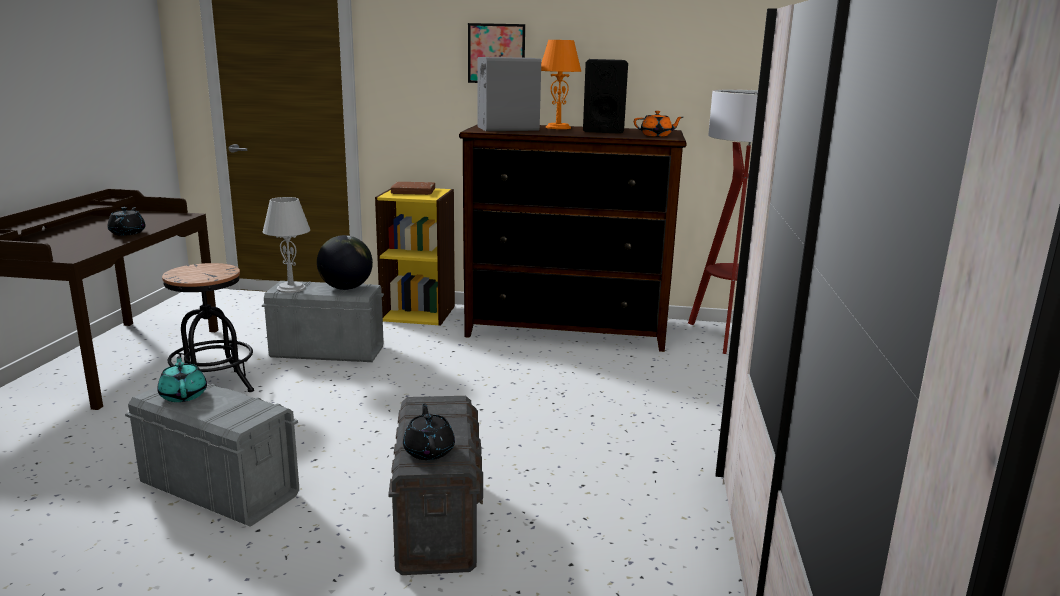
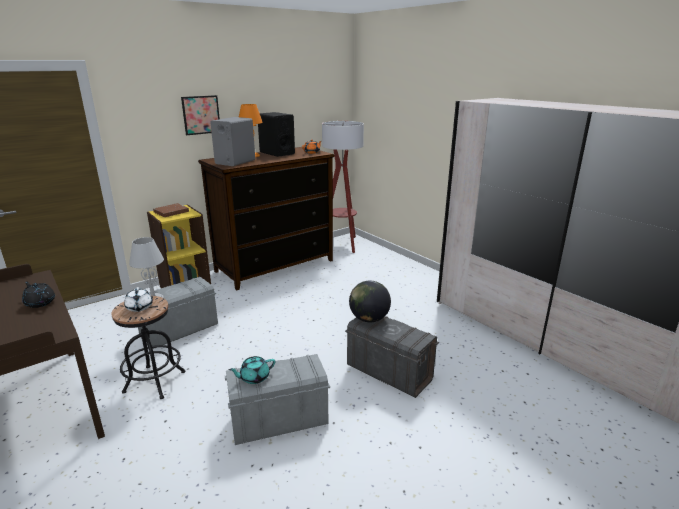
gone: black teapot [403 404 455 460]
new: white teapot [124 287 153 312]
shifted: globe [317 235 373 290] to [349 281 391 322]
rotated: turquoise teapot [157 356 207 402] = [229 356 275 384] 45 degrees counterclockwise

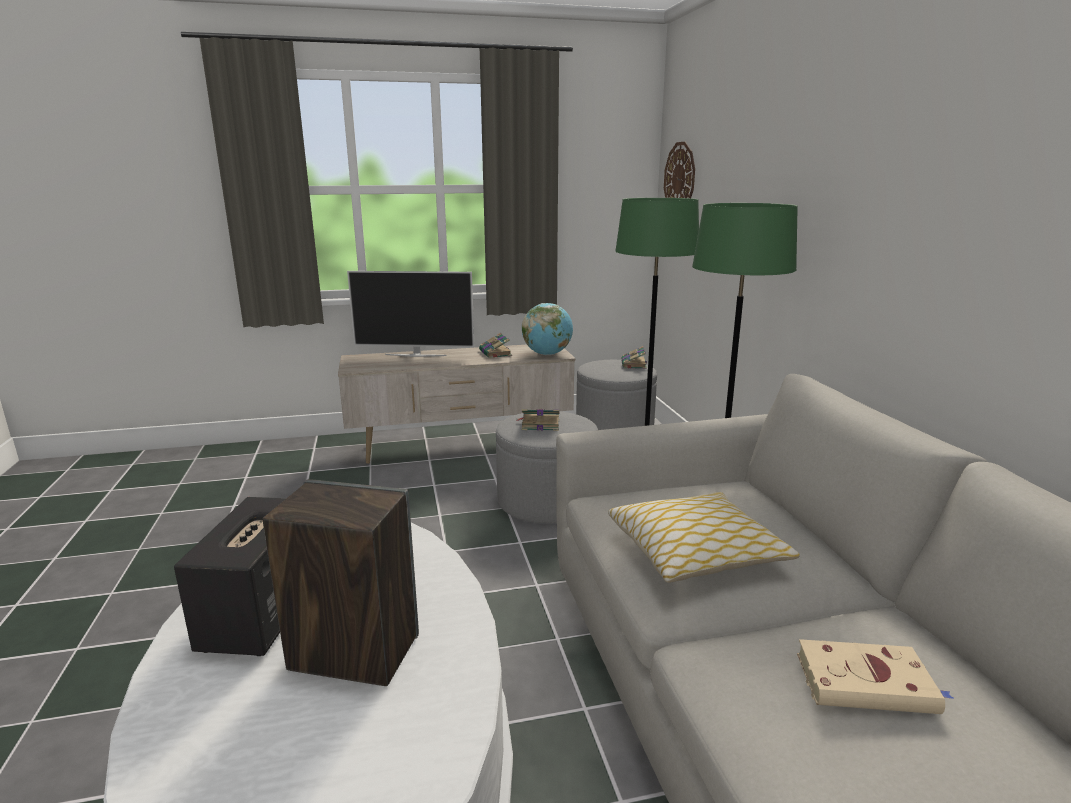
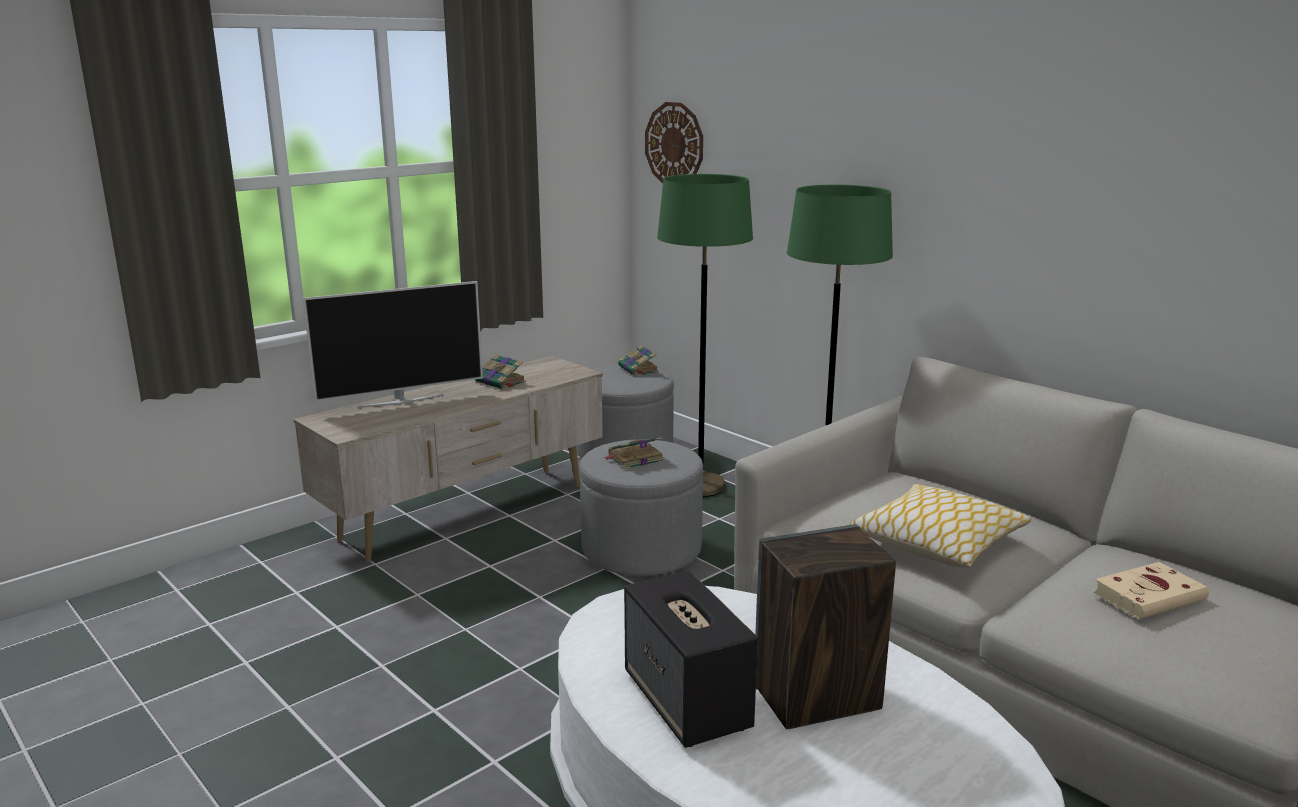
gone: globe [522 303 573 355]

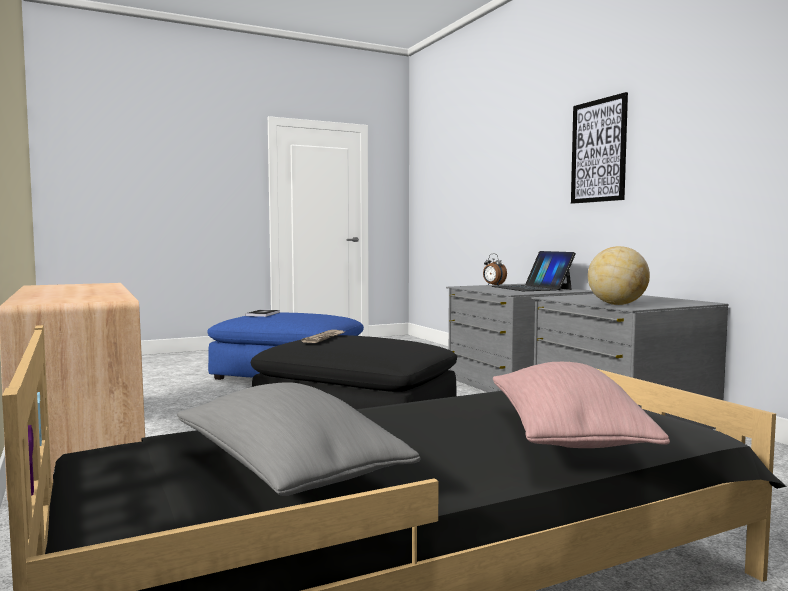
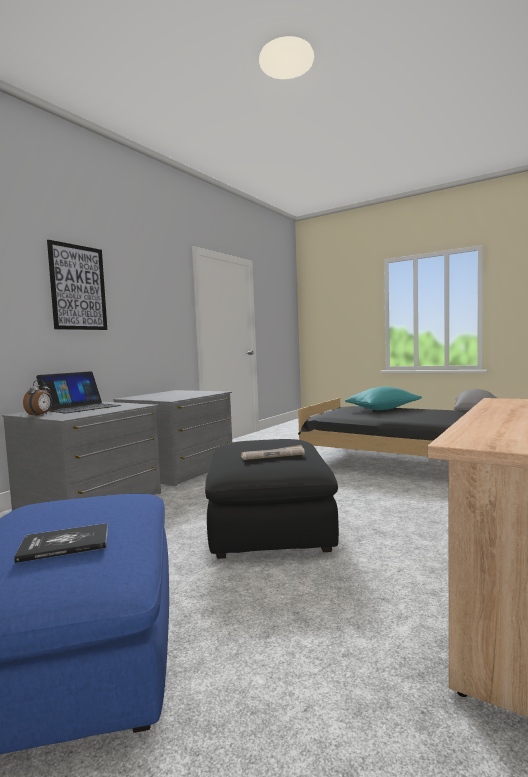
gone: globe [588 246 650 305]
repainted: pink pillow [493 362 670 448] to turquoise pillow [345 387 422 410]

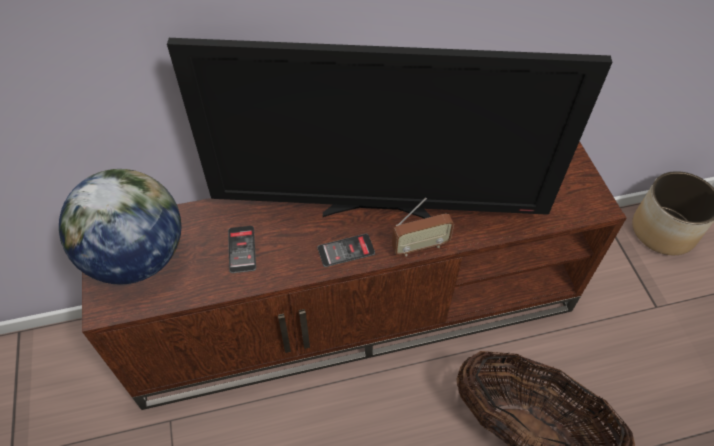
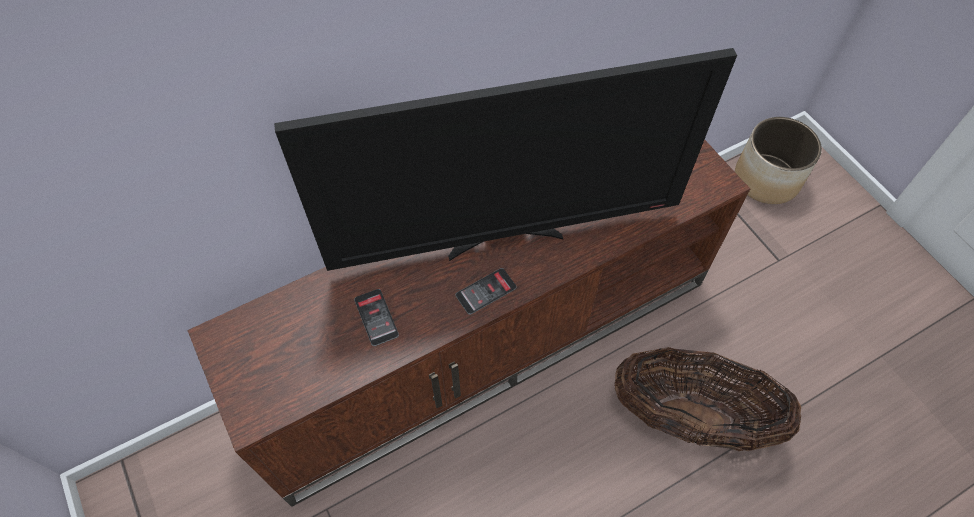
gone: globe [59 169 181 284]; radio [392 198 454 256]

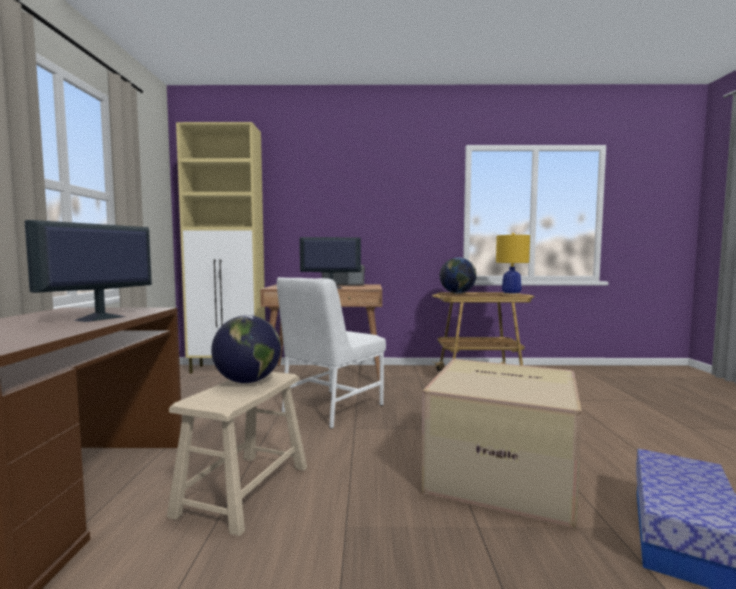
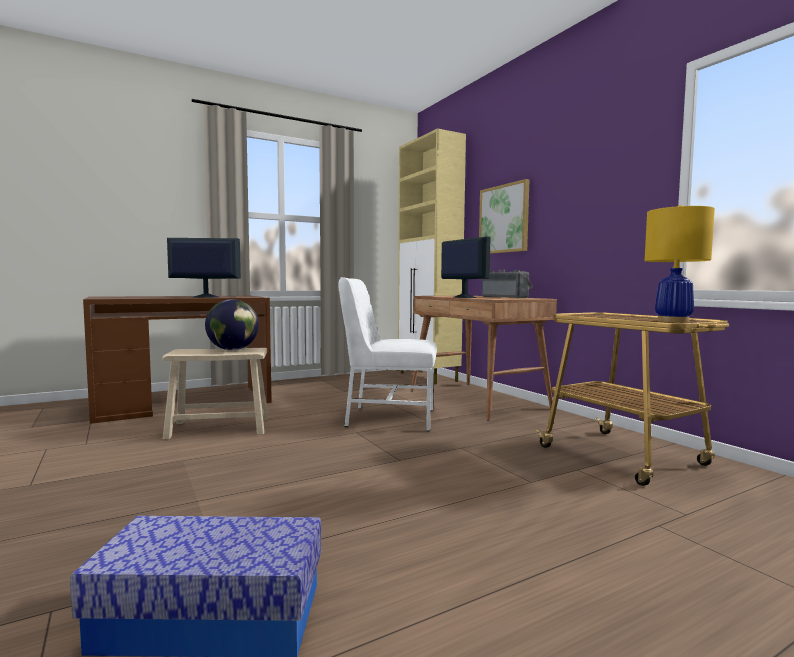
gone: cardboard box [421 359 582 529]; globe [440 257 477 293]
new: picture [479 179 529 254]

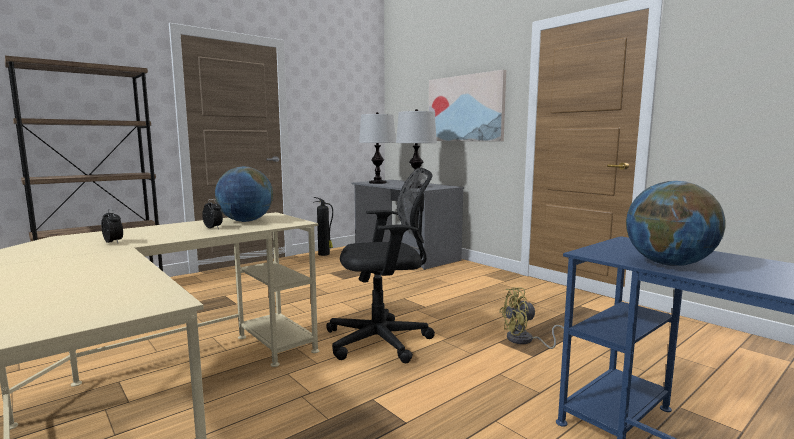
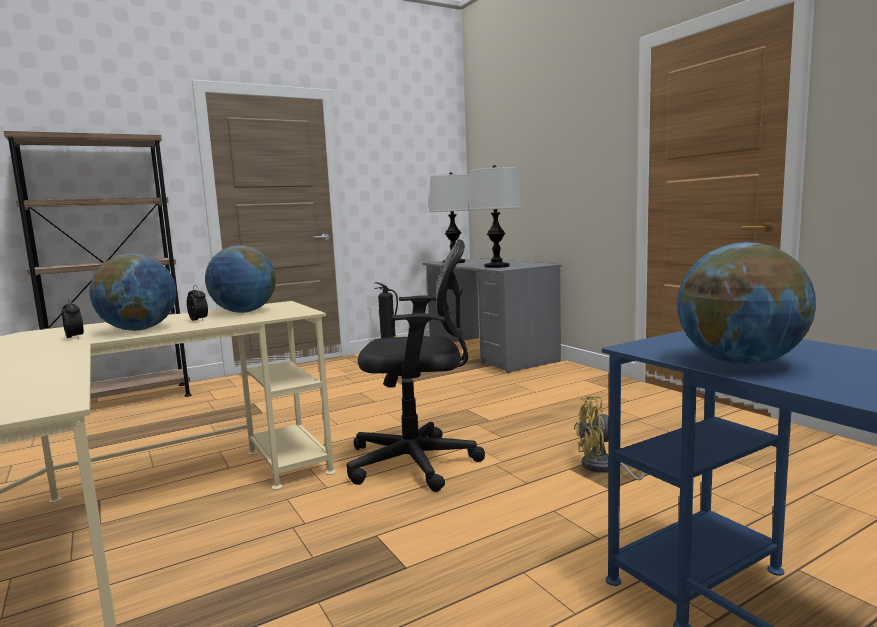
gone: picture [429 70 506 141]
new: globe [90 254 176 331]

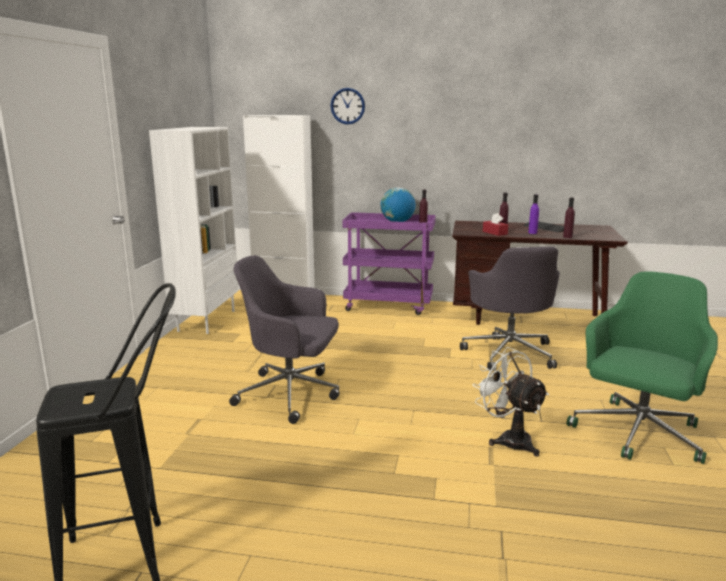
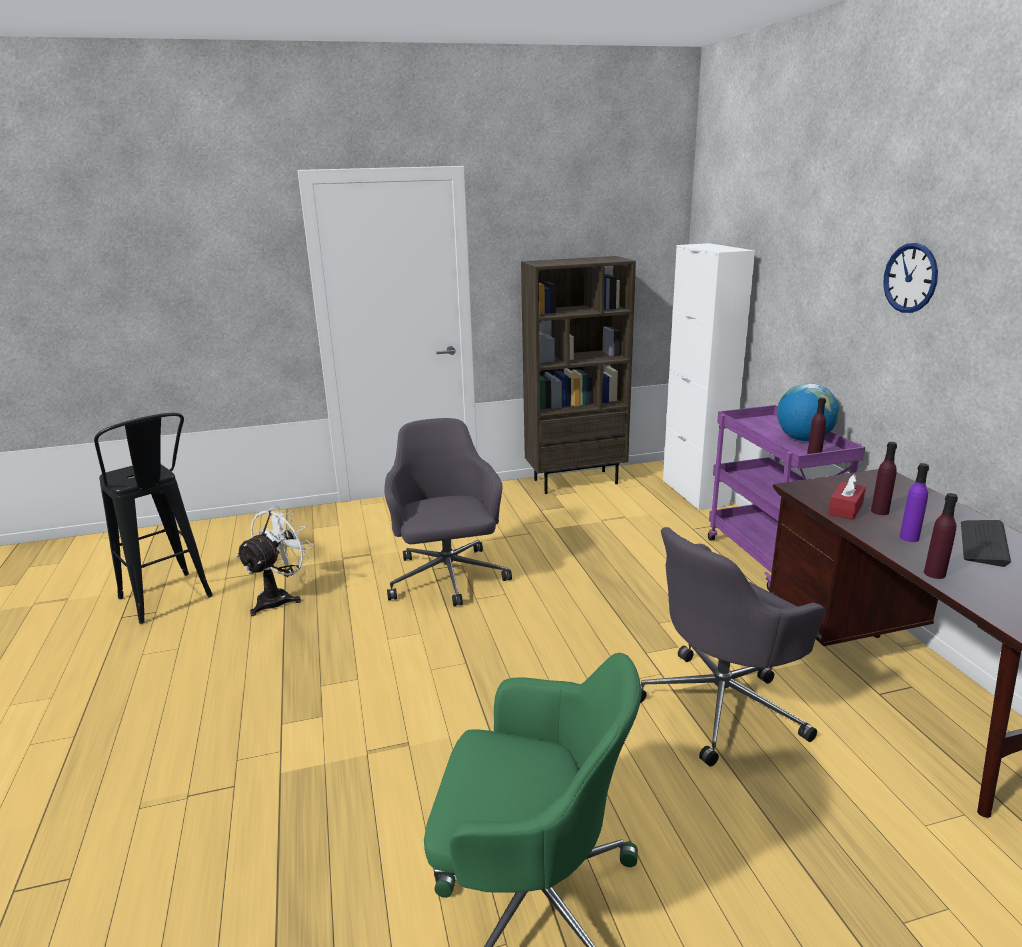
shifted: wall clock [330 88 365 125] to [883 243 938 313]; white fan [472 347 549 457] to [235 506 313 616]
repainted: white bookcase [149 127 239 334] to brown bookcase [521 256 636 494]

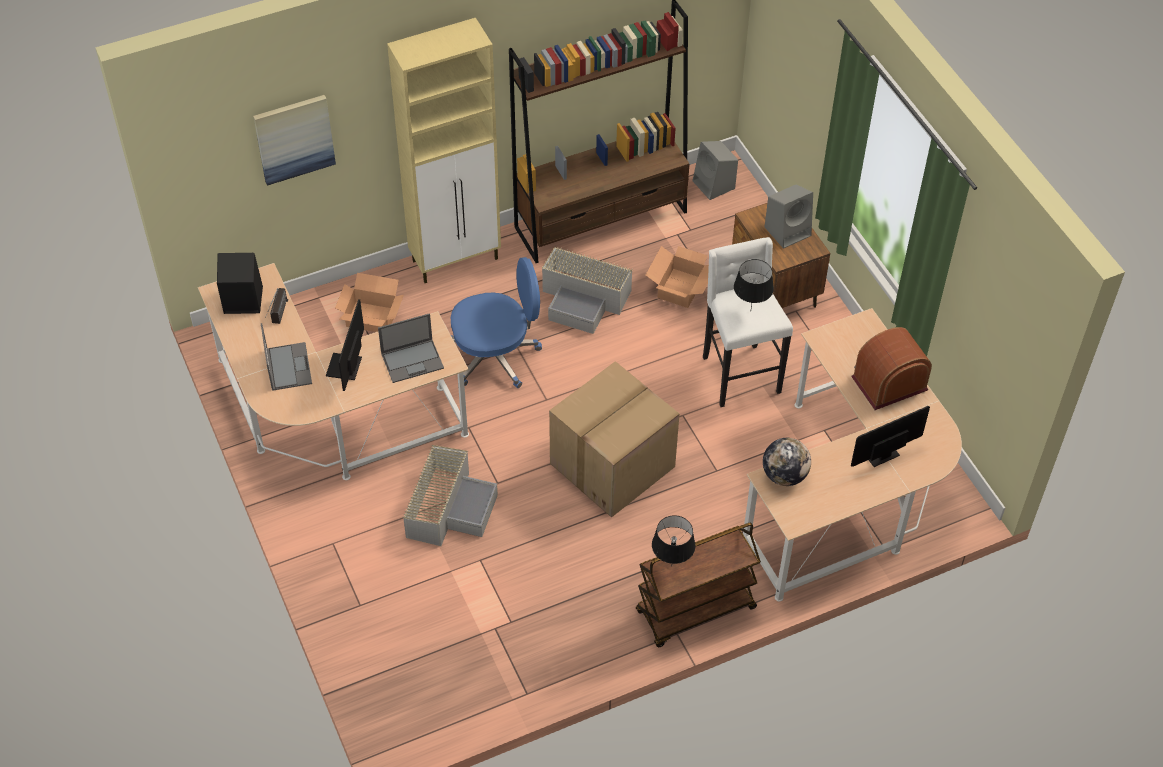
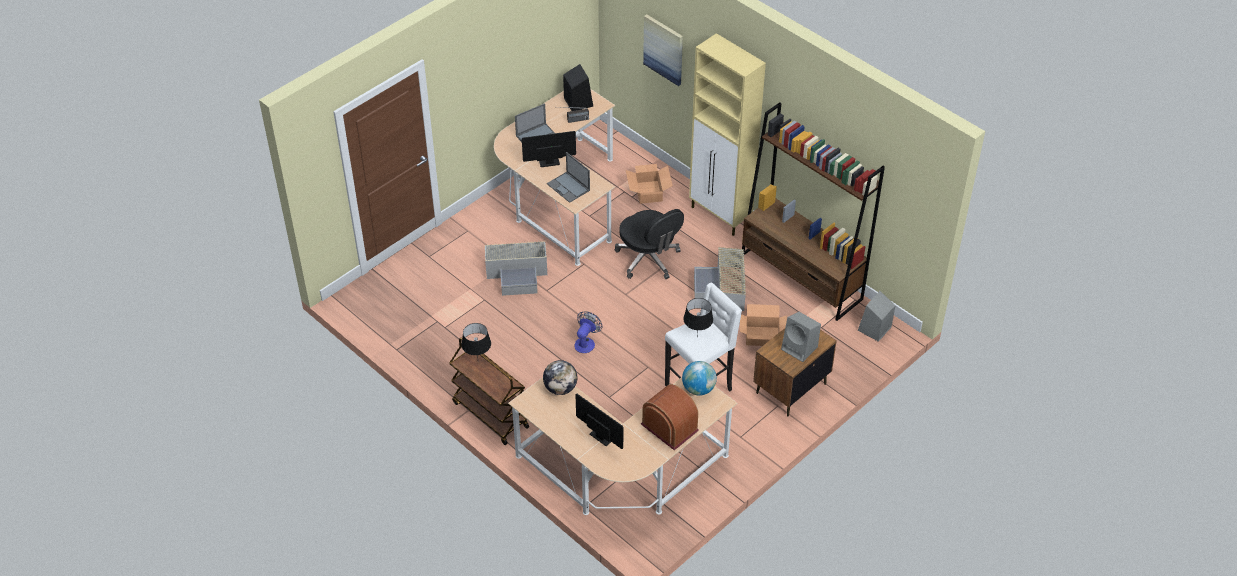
new: globe [682 361 717 396]
swapped: cardboard box [549 361 680 518] to fan [574 312 602 353]
repainted: blue office chair [450 257 542 388] to black office chair [615 209 684 279]

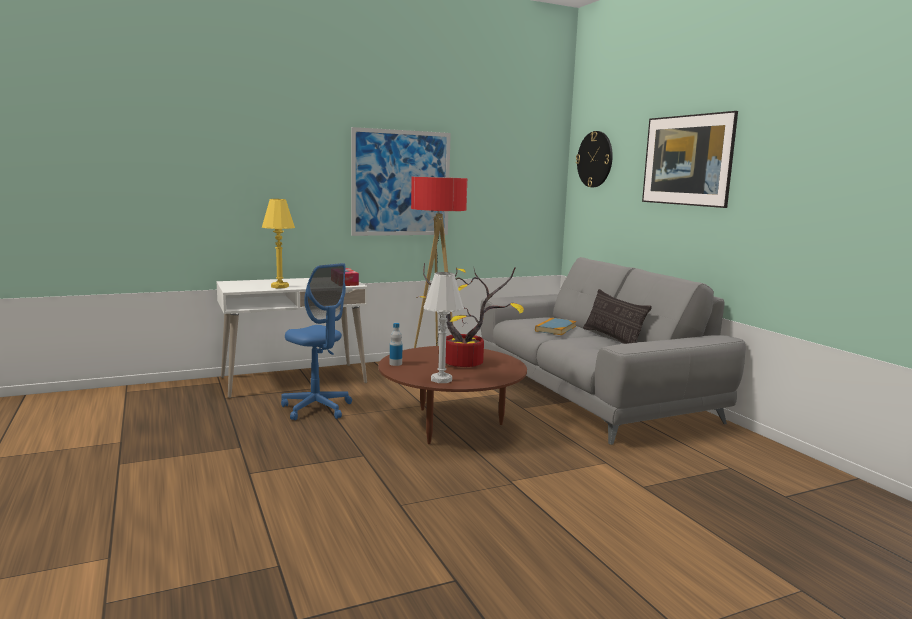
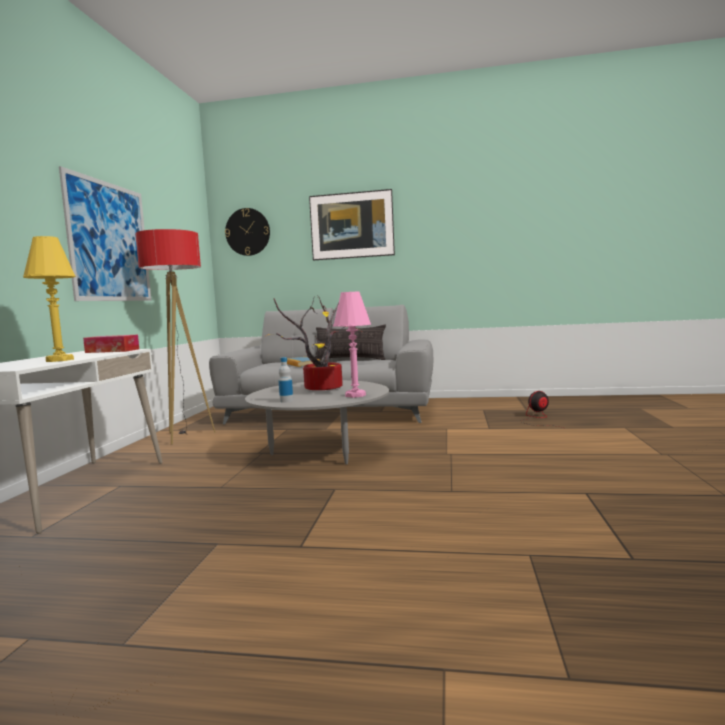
gone: blue office chair [281 263 352 420]
new: fan [520 391 563 428]
repainted: brown coffee table [378 346 527 444] to grey coffee table [245 380 389 465]; white table lamp [424 272 464 383] to pink table lamp [333 292 371 398]

